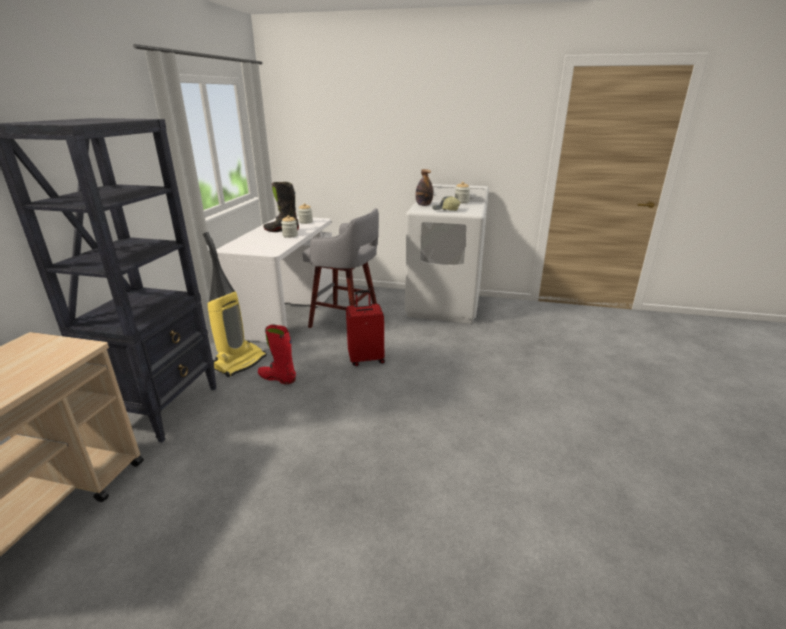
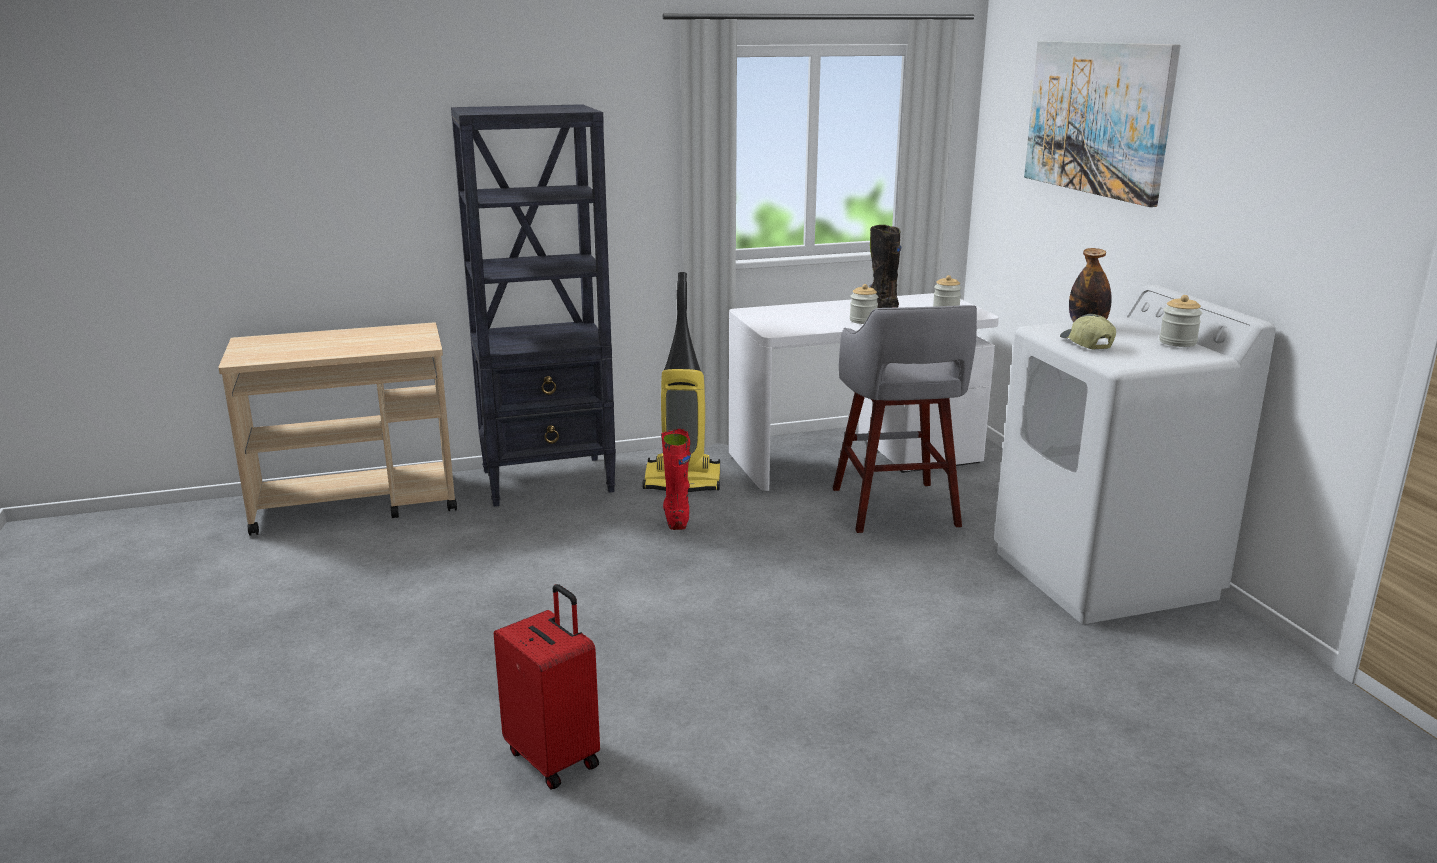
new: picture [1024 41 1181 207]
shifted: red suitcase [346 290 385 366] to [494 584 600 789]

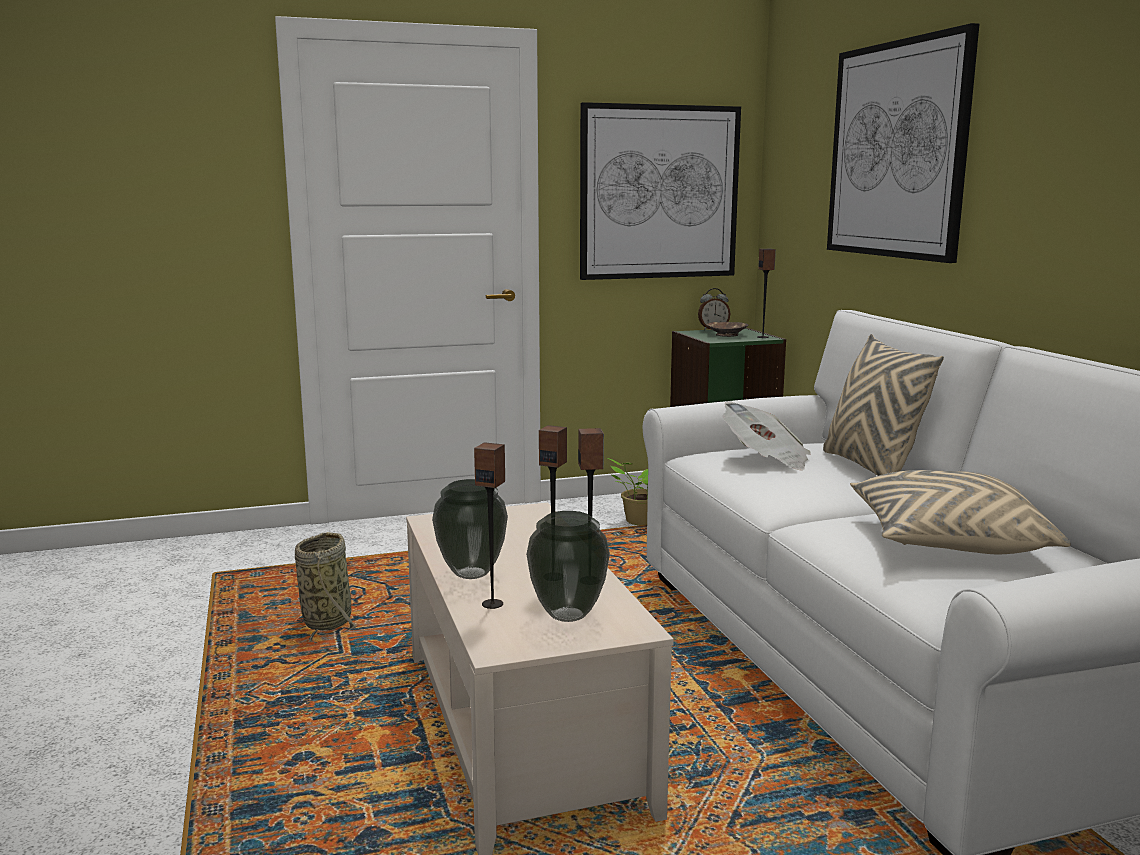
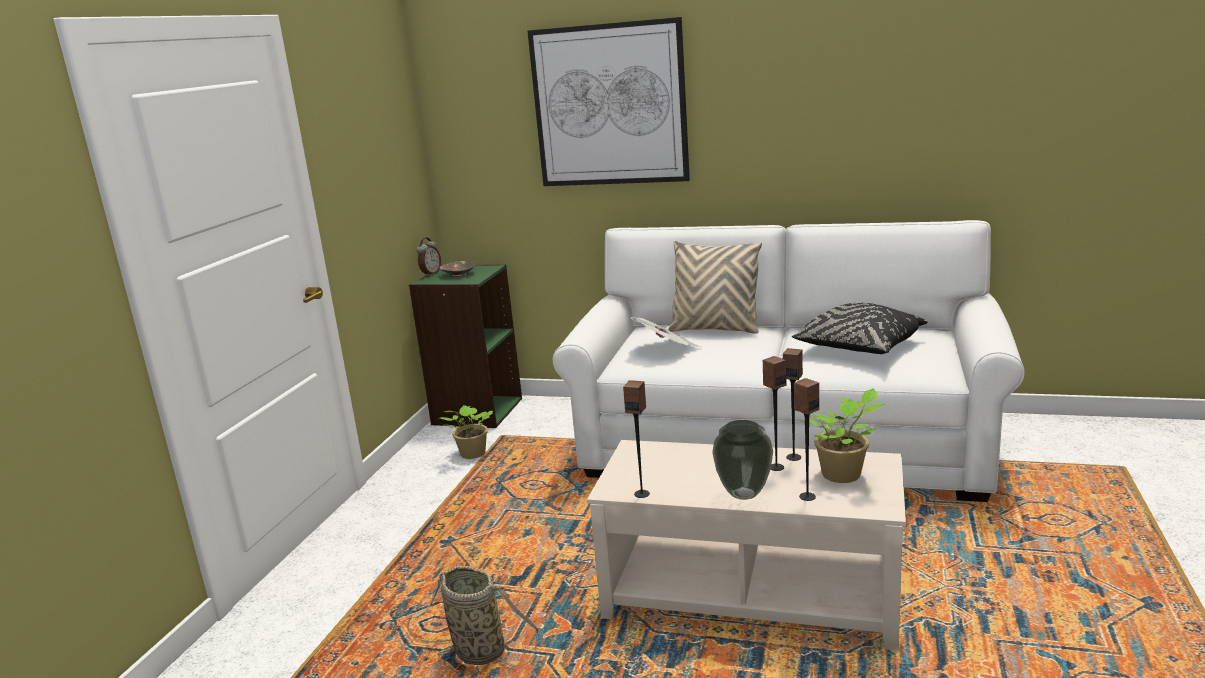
gone: picture [580 102 741 280]
shifted: speaker [757 249 776 338] to [623 380 650 498]
swapped: vase [526 511 610 622] to potted plant [802 389 884 483]
repainted: beige pillow [850 470 1071 554] to black pillow [792 303 928 354]

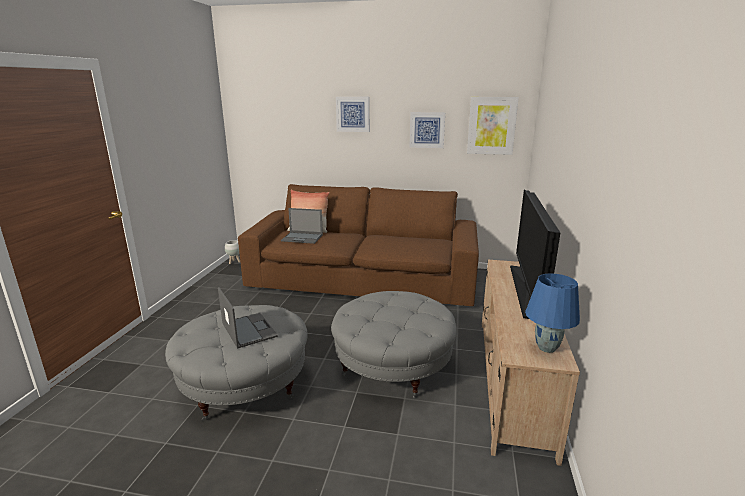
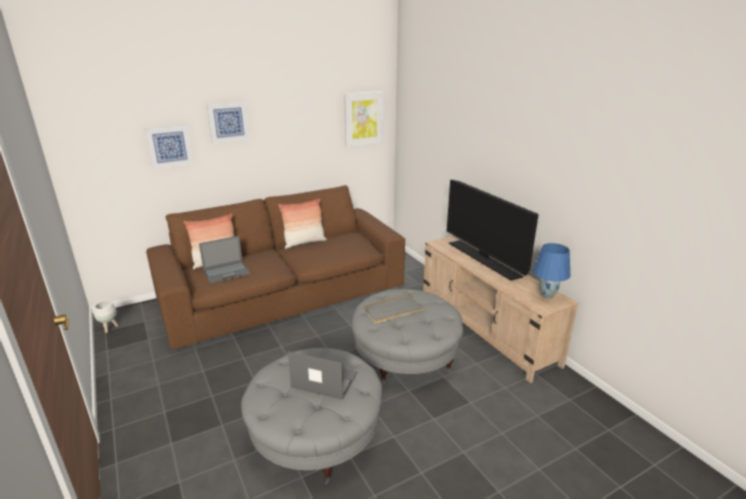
new: pillow [279 199 327 249]; grey tray [363 292 427 324]
shifted: picture [410 112 445 148] to [145 125 194 169]

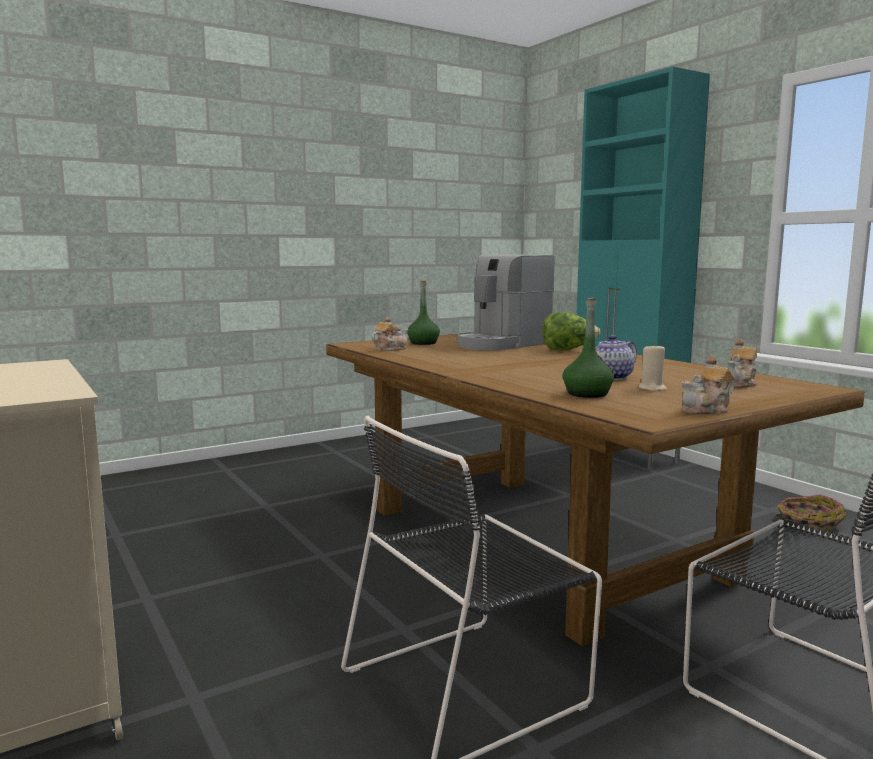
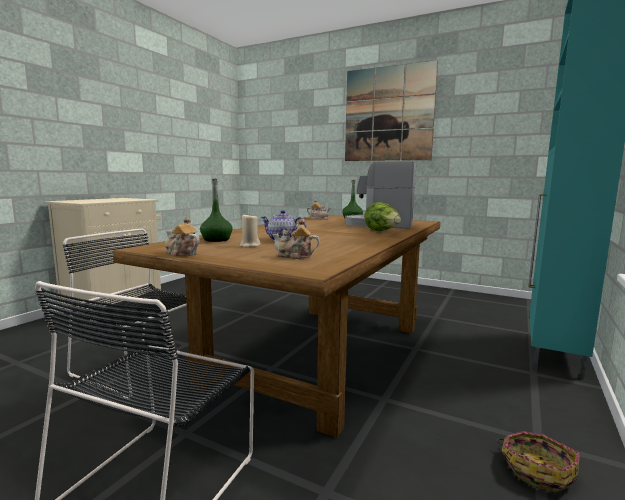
new: picture [345 60 438 161]

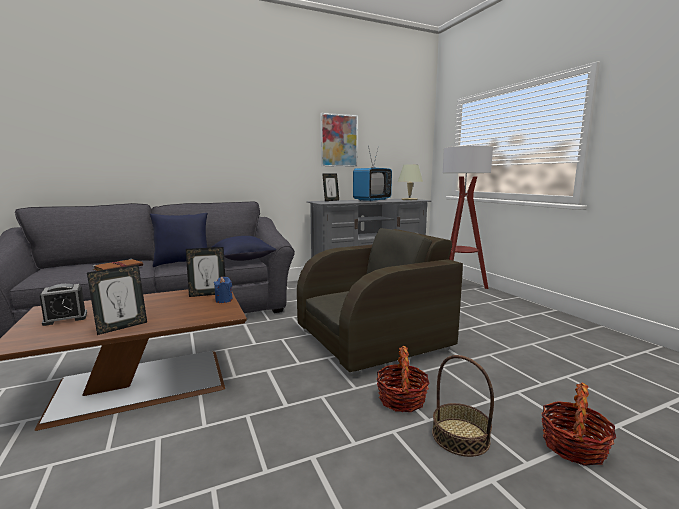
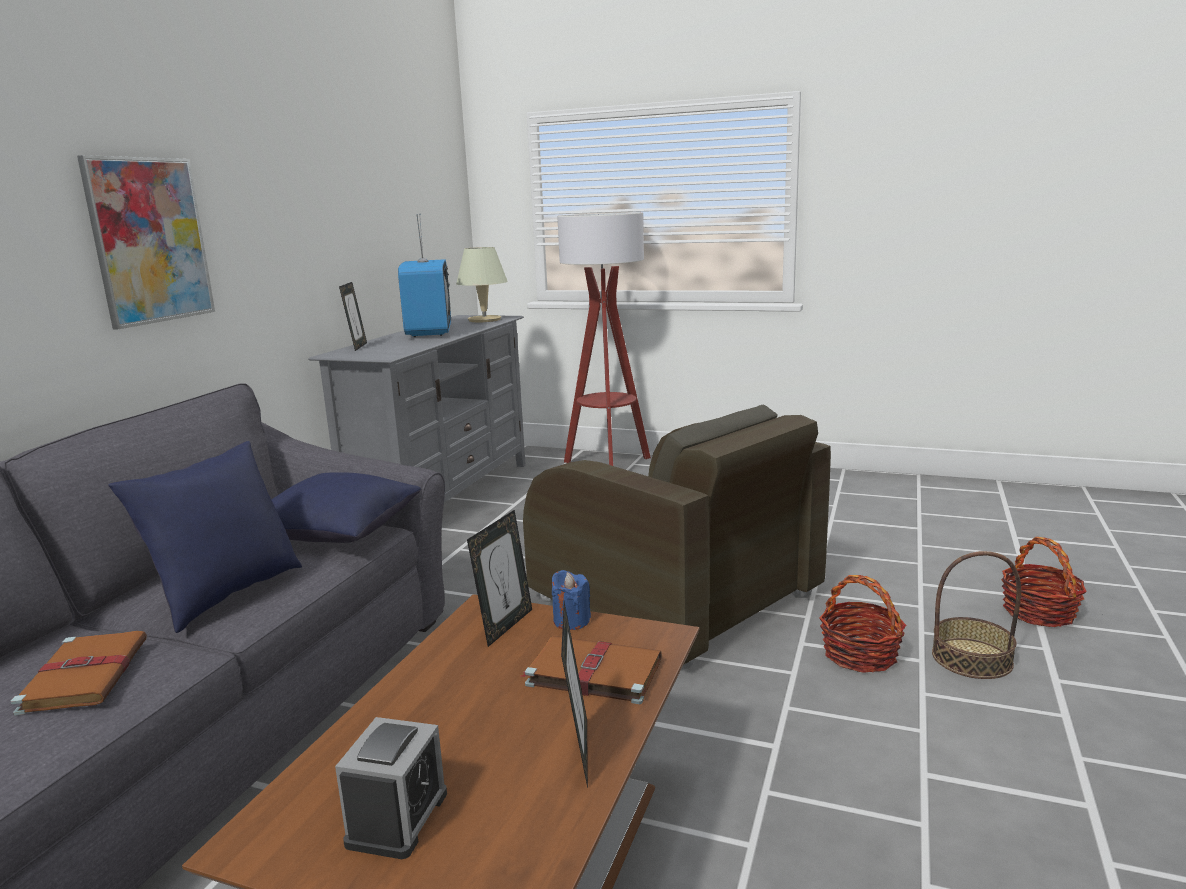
new: brown book [521 636 662 704]
shifted: picture [320 113 358 167] to [77 155 215 329]
rotated: brown armchair [297 228 463 377] = [523 405 831 669] 120 degrees clockwise

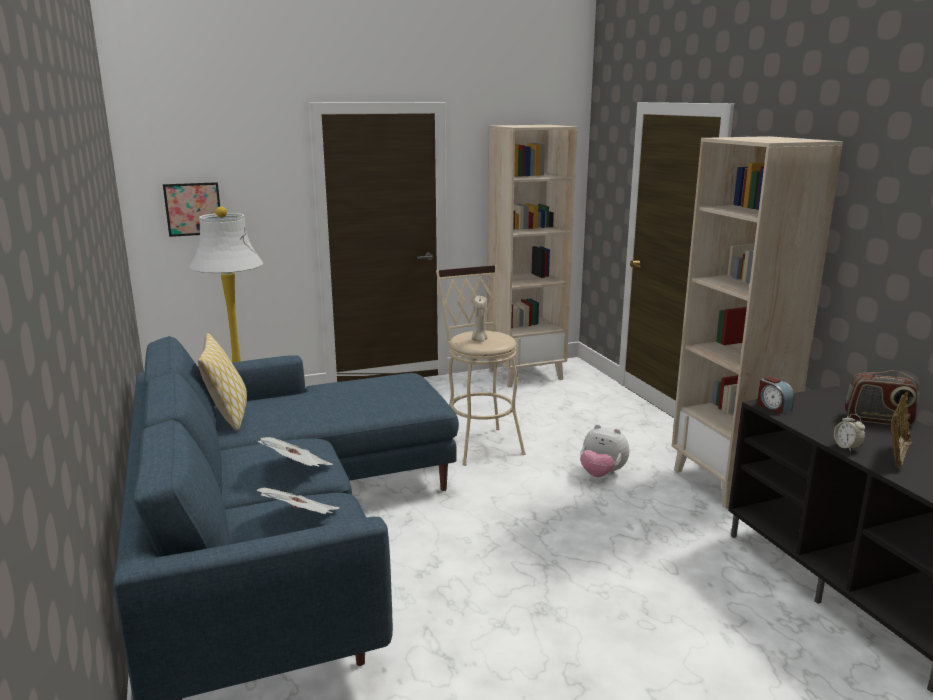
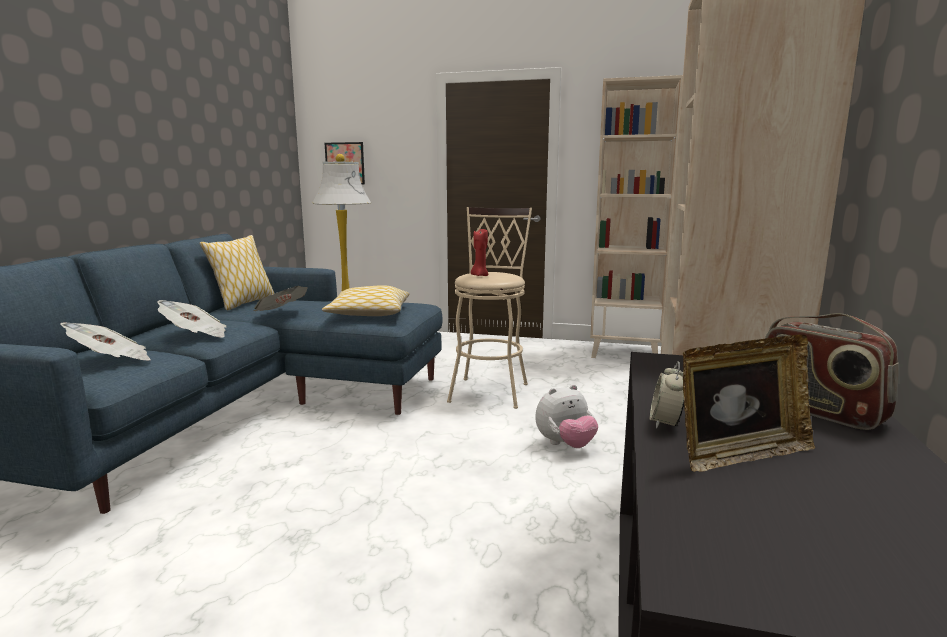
gone: alarm clock [757 377 794 414]
new: newspaper [253 286 308 311]; pillow [322 285 410 316]
repainted: beige candle [471 296 488 342] to red candle [471 229 488 276]
rotated: plush toy [580 424 629 477] = [535 385 598 448] 90 degrees counterclockwise

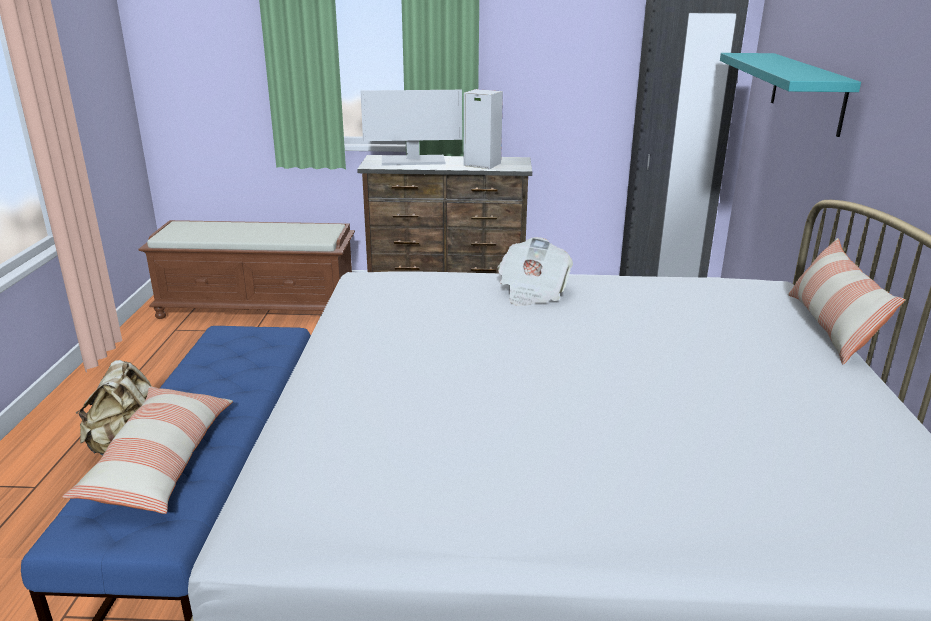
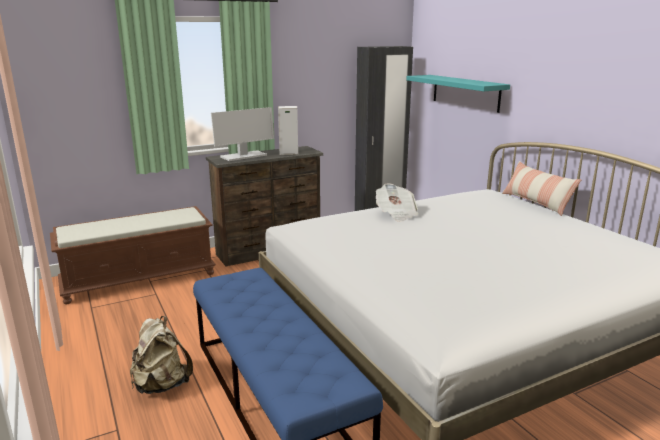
gone: pillow [62 386 233 514]

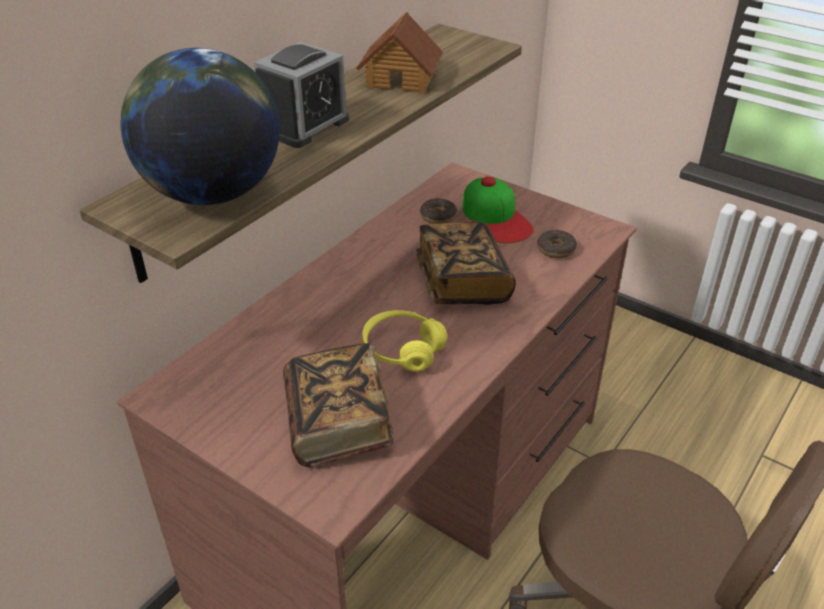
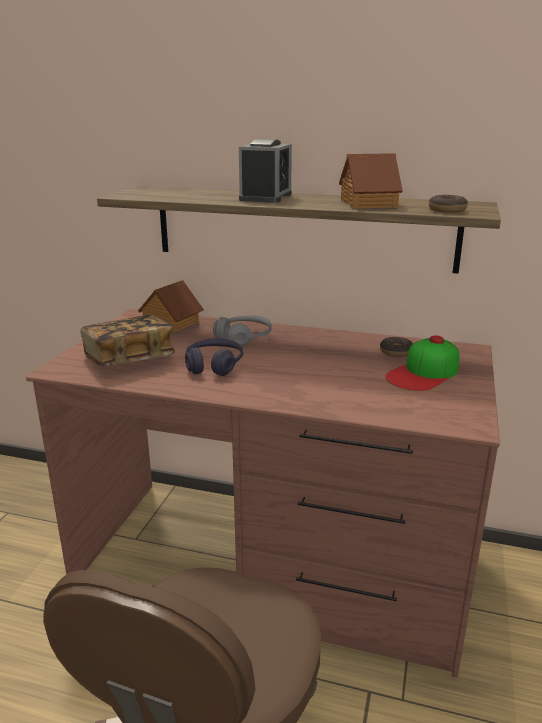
gone: globe [120 48 280 205]; book [416 222 516 305]
new: toy house [138 280 204 333]; grey headphones [213 315 272 347]
shifted: donut [537 230 577 258] to [429 195 468 213]
repainted: yellow headphones [362 310 447 372] to purple headphones [185 338 243 376]
rotated: alarm clock [254 42 349 148] = [239 139 292 203] 90 degrees counterclockwise

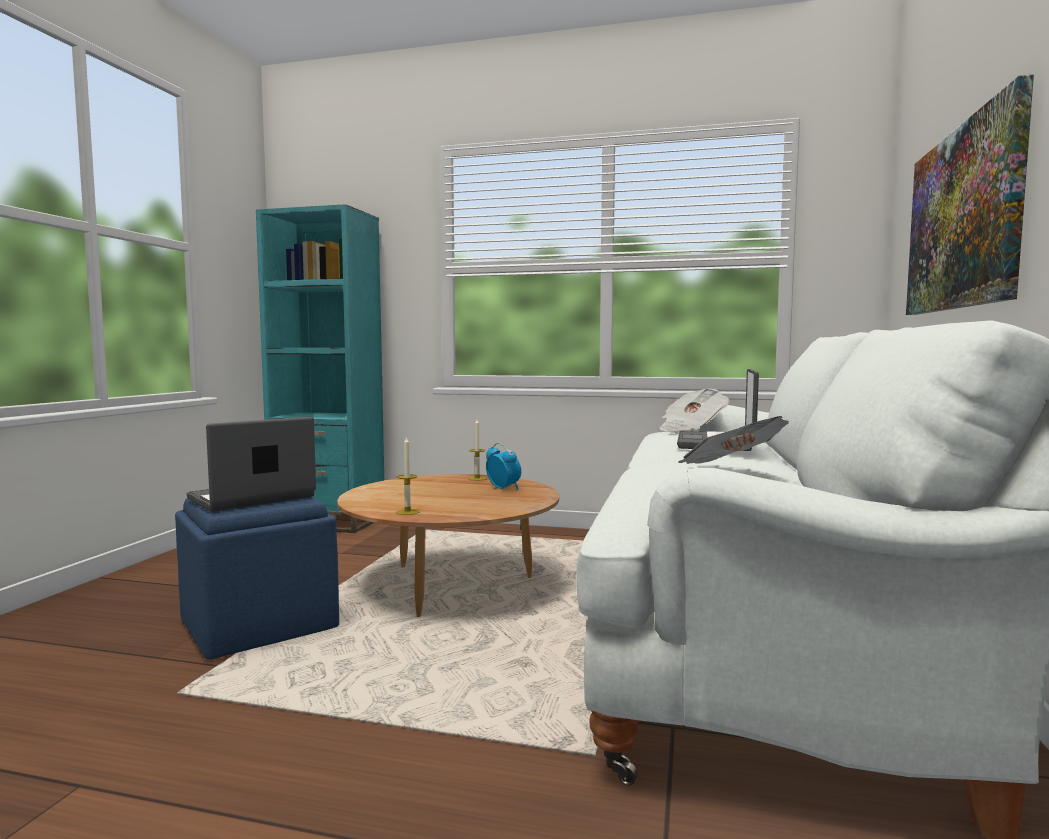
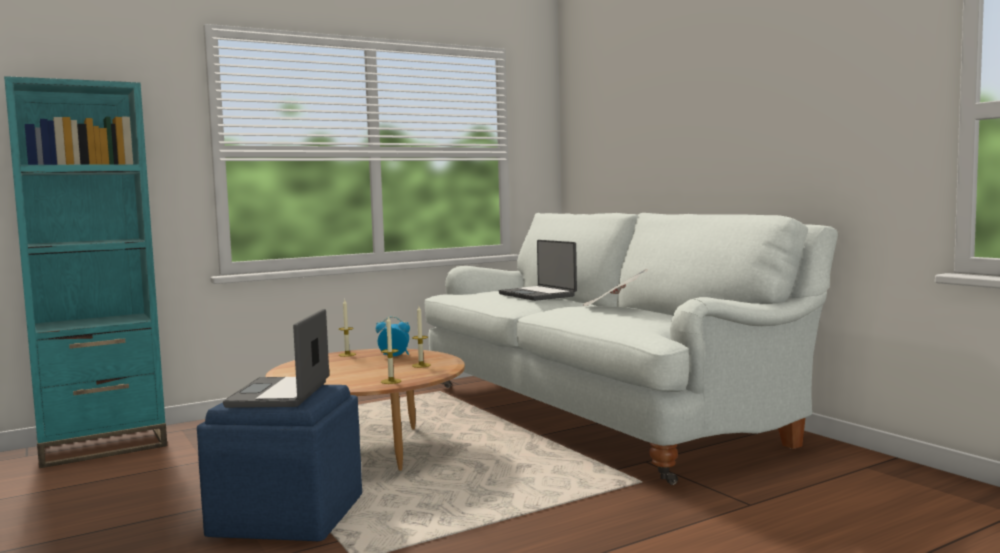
gone: newspaper [660 389 729 431]; picture [906 74 1034 315]
new: candle [412 307 430 368]

